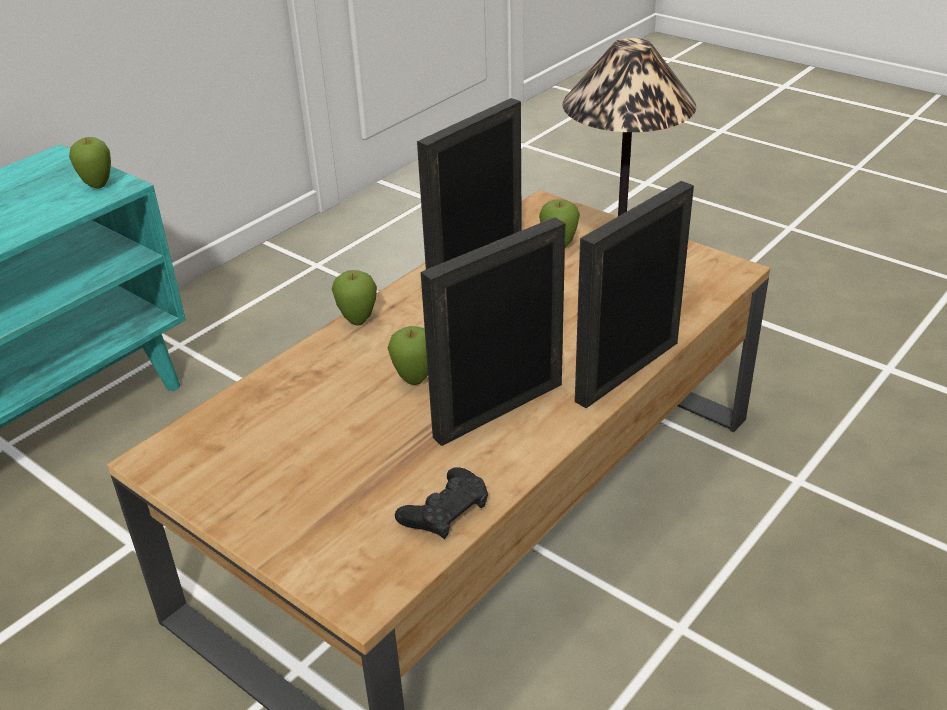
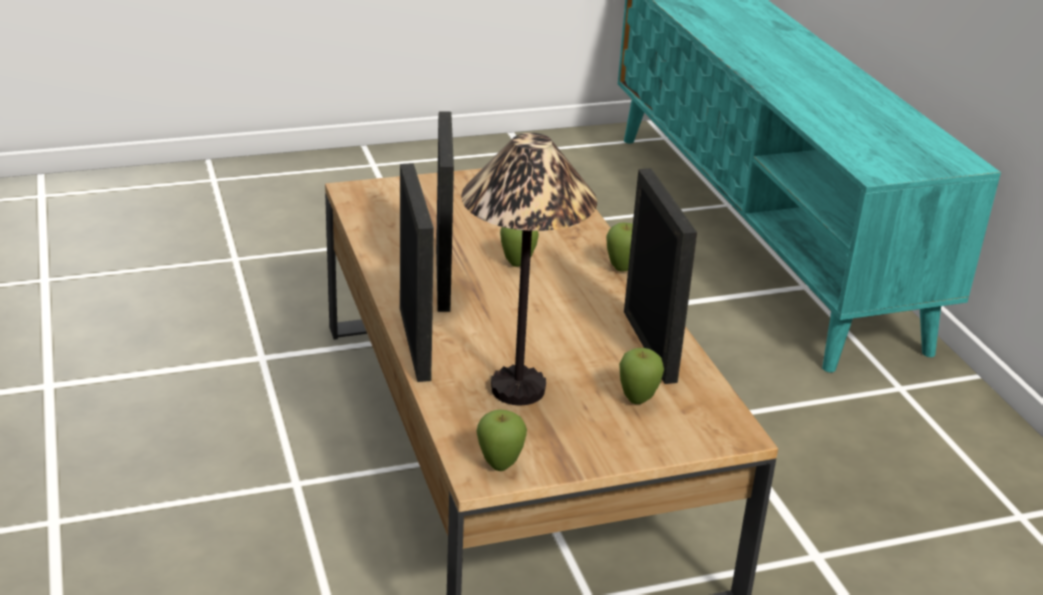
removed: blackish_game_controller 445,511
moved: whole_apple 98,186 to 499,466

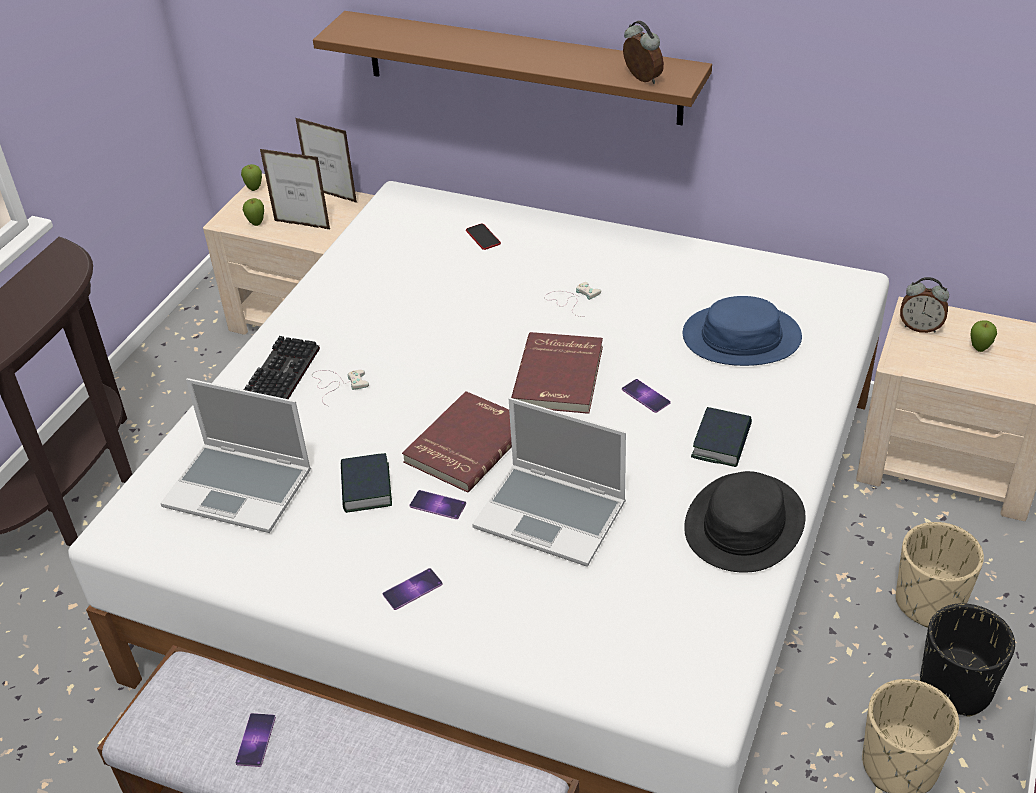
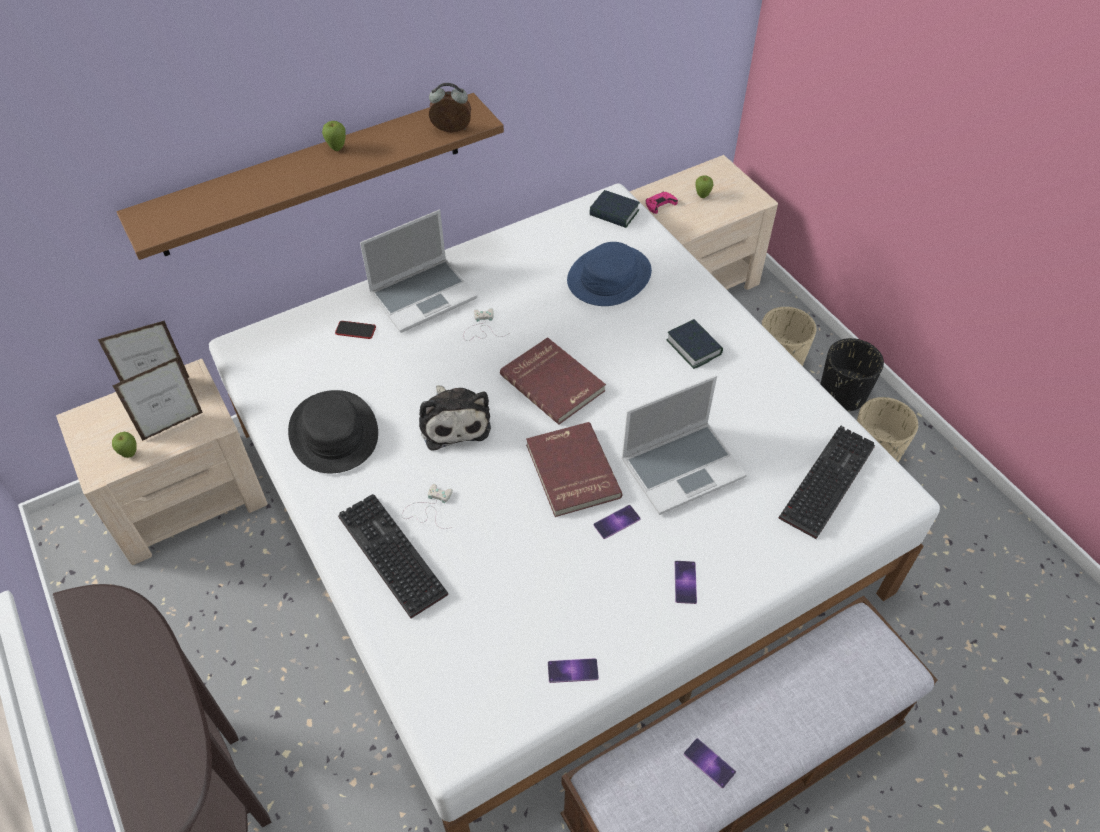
added: soft_toy 454,421; PC_keyboard 825,479
moved: whole_apple 254,189 to 337,148; notebook_computer 241,488 to 423,295; handset 645,396 to 573,670; book 366,488 to 614,213; blackish_wearable_hat 744,524 to 333,433
replaced: table_clock 920,327 to pink_game_controller 660,204

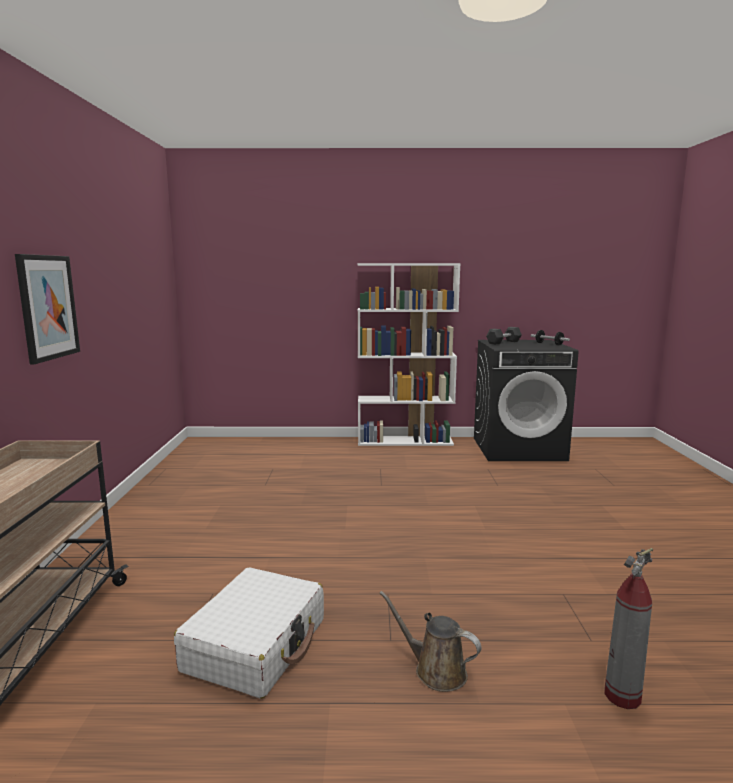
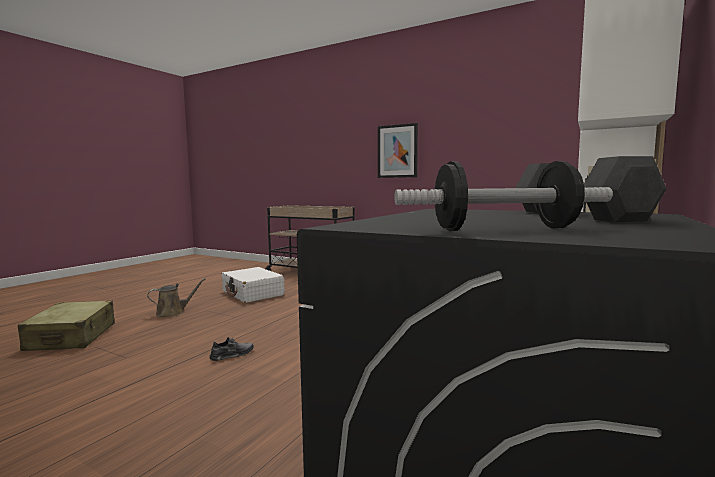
added: grey_shoe 232,355
replaced: fire_extinguisher 622,696 to beige_piece_of_luggage 72,337

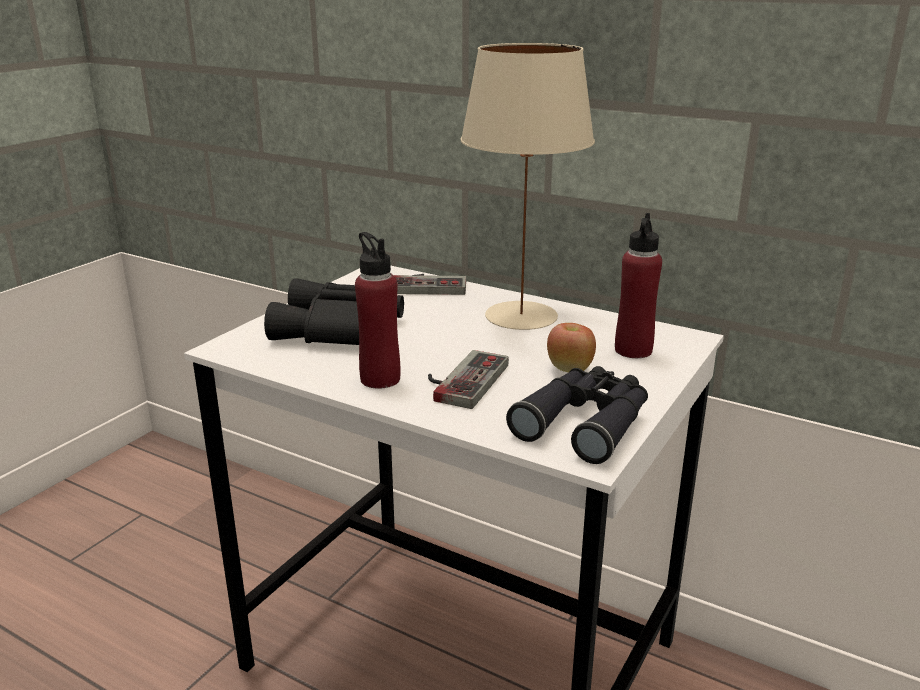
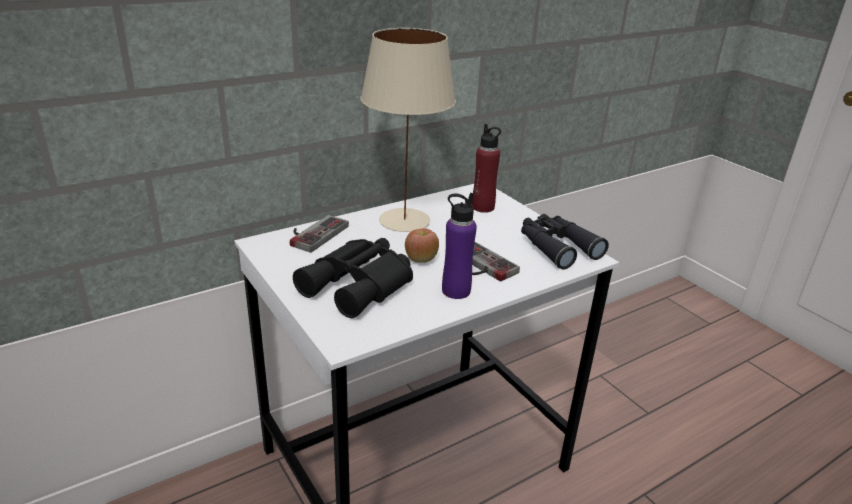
moved: whole_apple 569,369 to 421,260
recoloured: red-coloured_bottle 380,379 to purplish_bottle 456,291

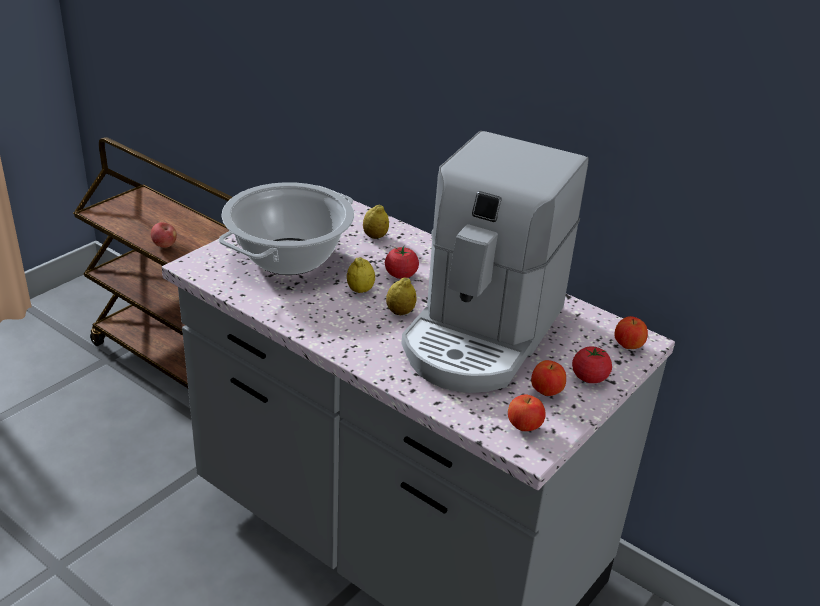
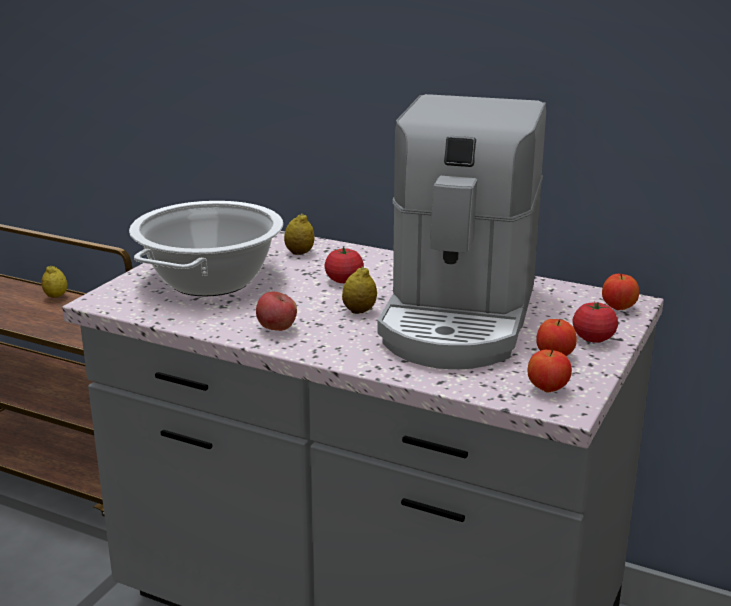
moved: whole_apple 164,245 to 277,329; whole_lemon 360,290 to 56,296

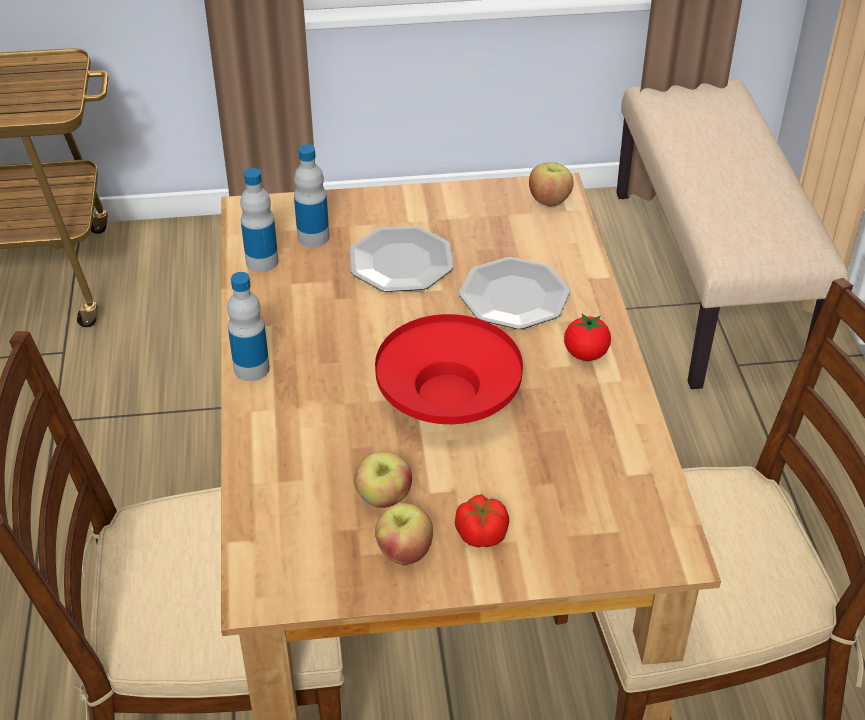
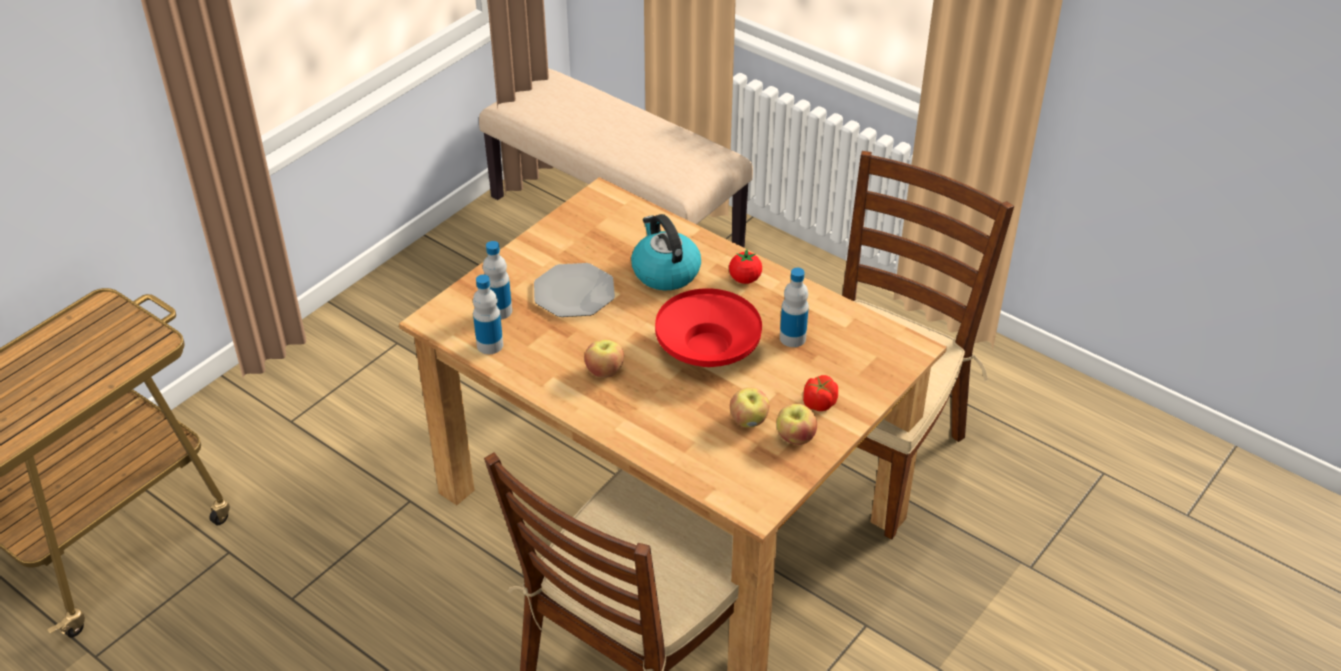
moved: whole_apple 550,200 to 604,371; bottle 251,369 to 792,338
replaced: plate 514,296 to water_kettle 665,272

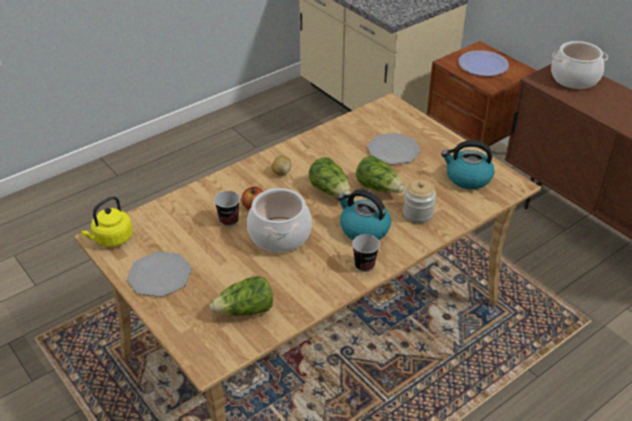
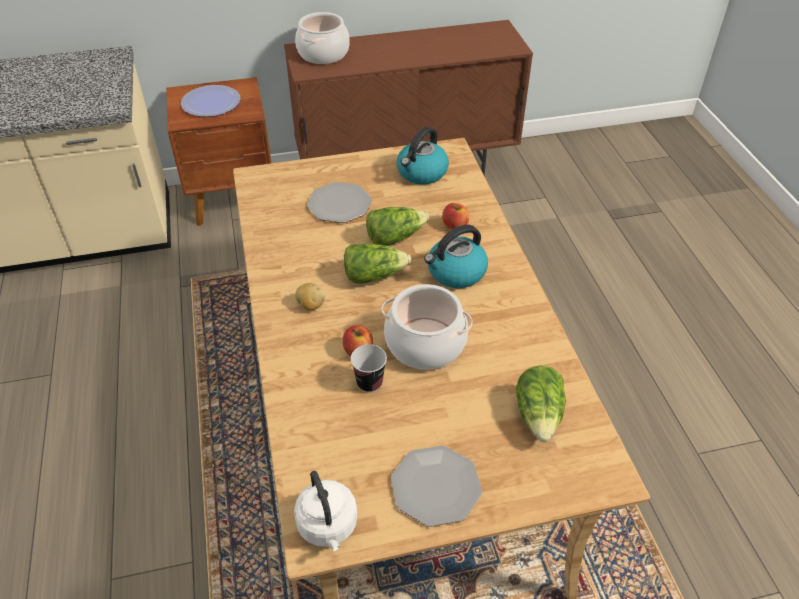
removed: small_cup 364,265
replaced: jar 417,214 to whole_apple 455,225
recoloured: yellowish_water_kettle 111,239 to white-coloured_water_kettle 328,527

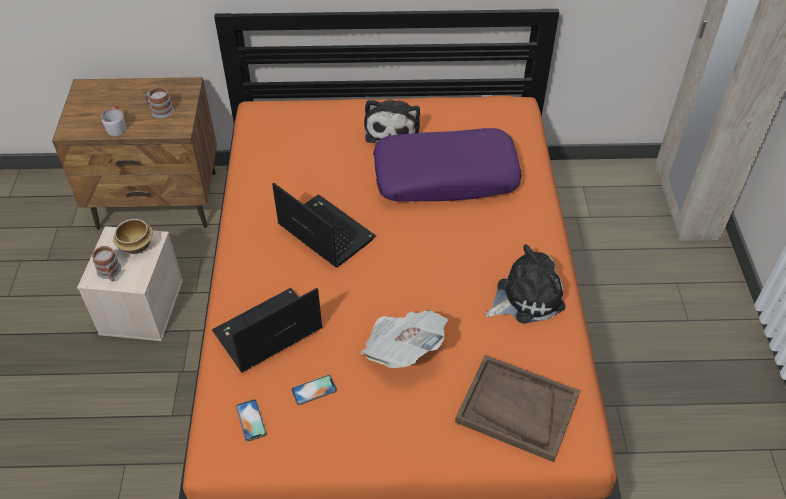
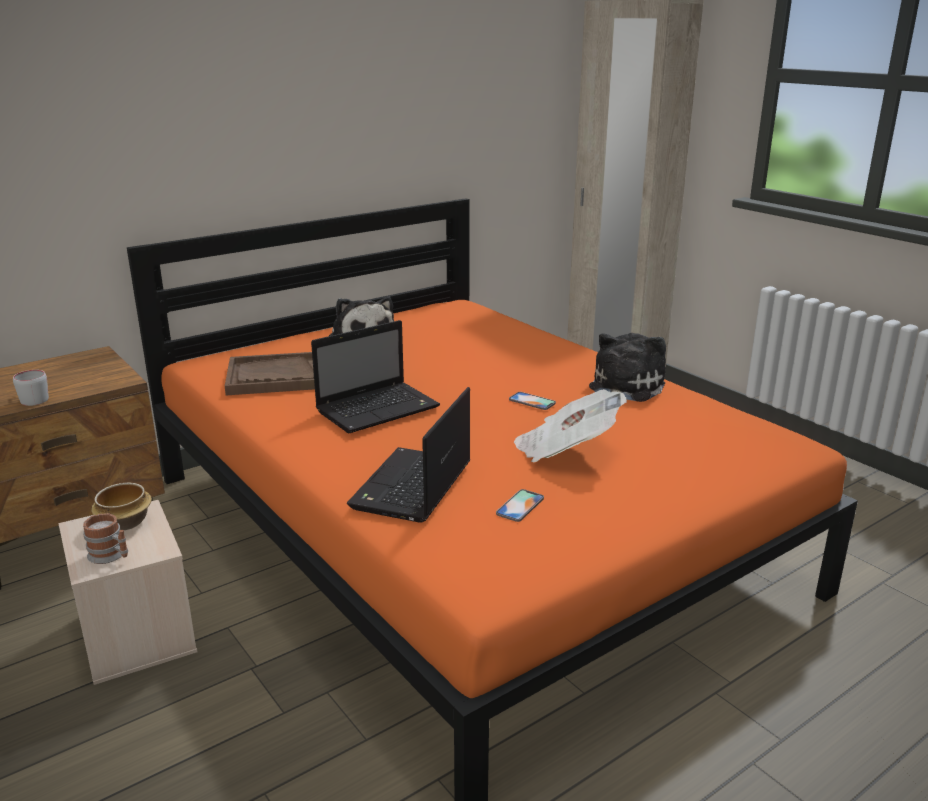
removed: coffee_mug 159,110; purplish_cushion 445,176
moved: brown_carrying_tray 516,409 to 278,376; handset 251,420 to 532,401
turned: notebook_computer 324,232 = 379,408 135 degrees clockwise

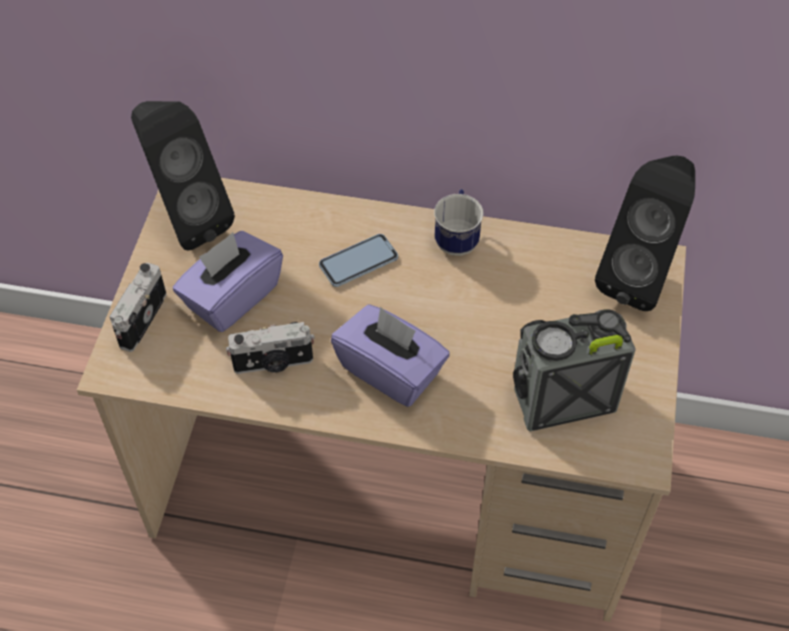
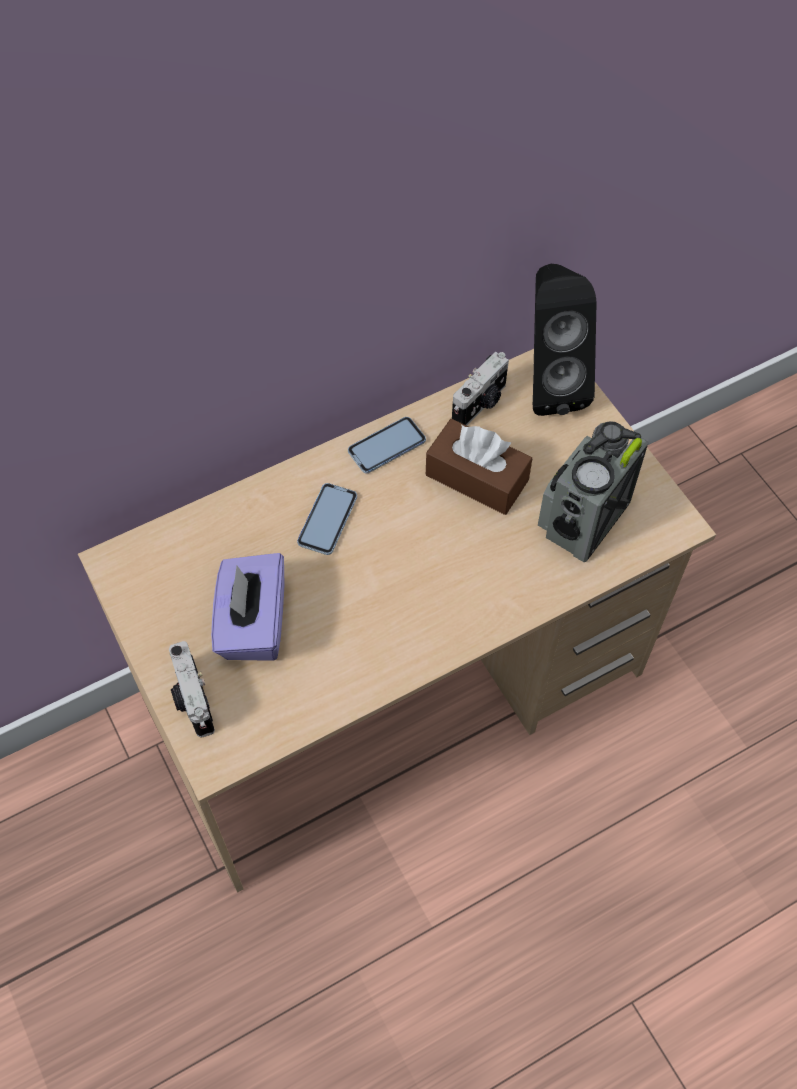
removed: blackish_speaker 186,219; purplish_tissue_holder 391,370
added: brown_tissue_holder 477,477
moved: still_camera 273,363 to 481,404
replaced: coffee_mug 457,238 to handset 386,446

